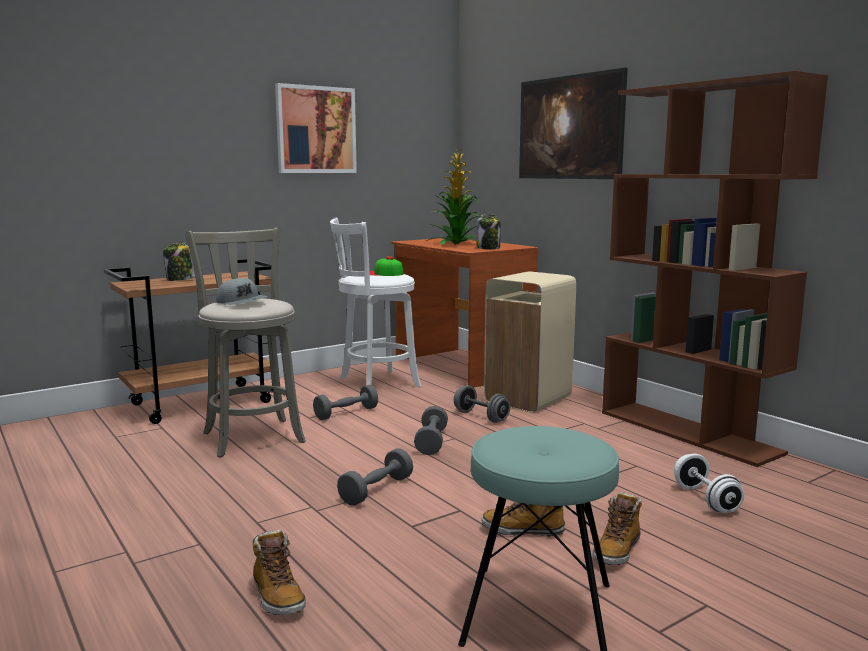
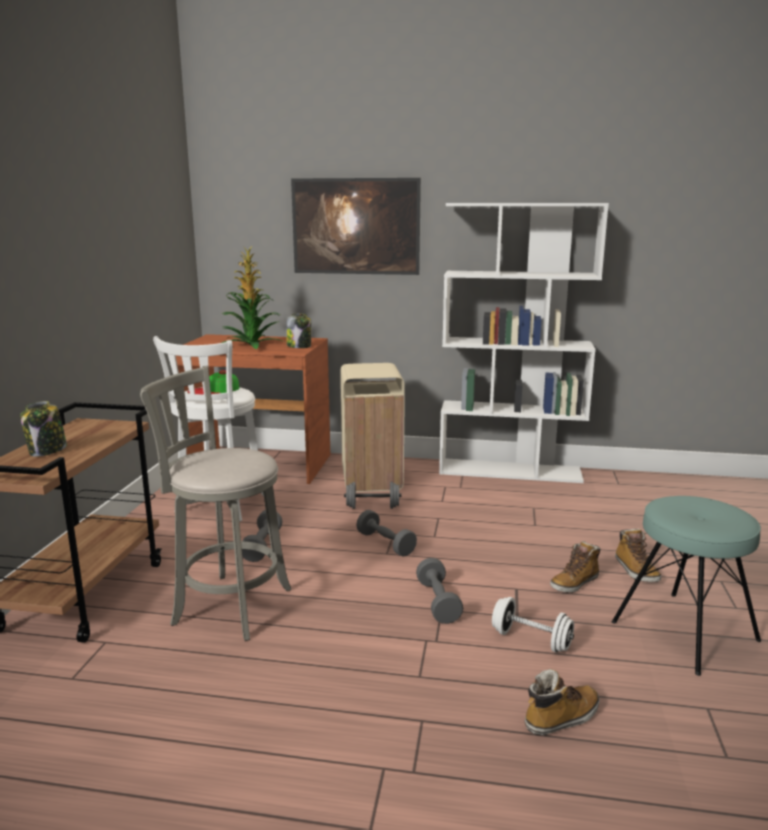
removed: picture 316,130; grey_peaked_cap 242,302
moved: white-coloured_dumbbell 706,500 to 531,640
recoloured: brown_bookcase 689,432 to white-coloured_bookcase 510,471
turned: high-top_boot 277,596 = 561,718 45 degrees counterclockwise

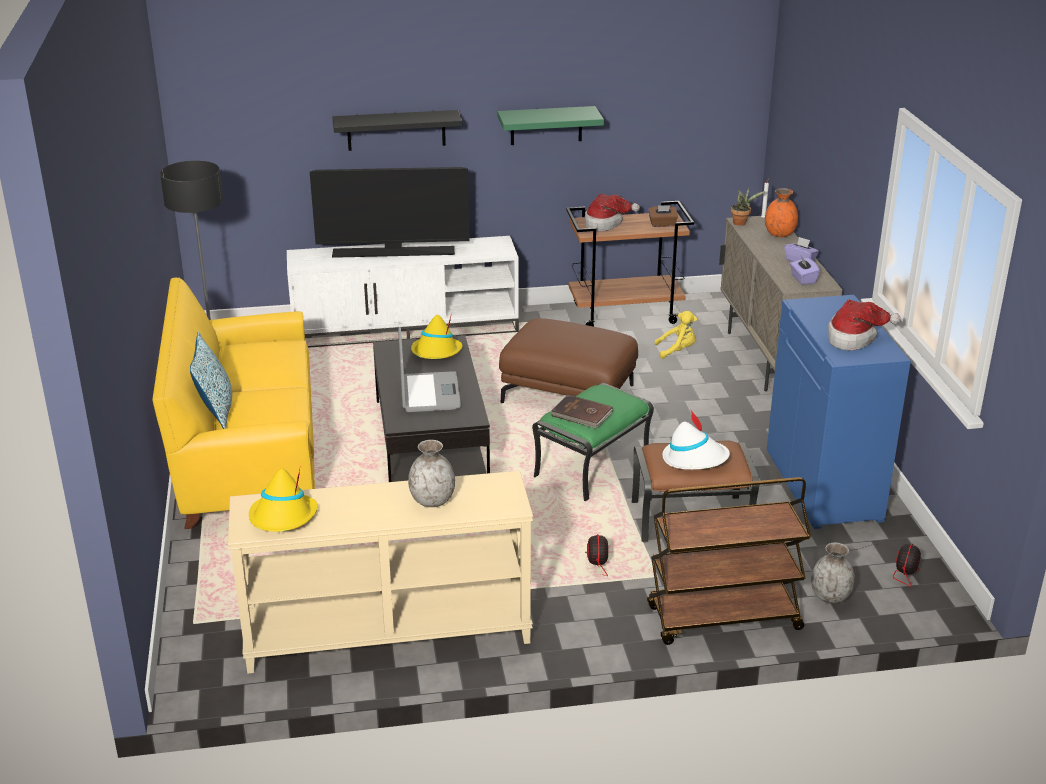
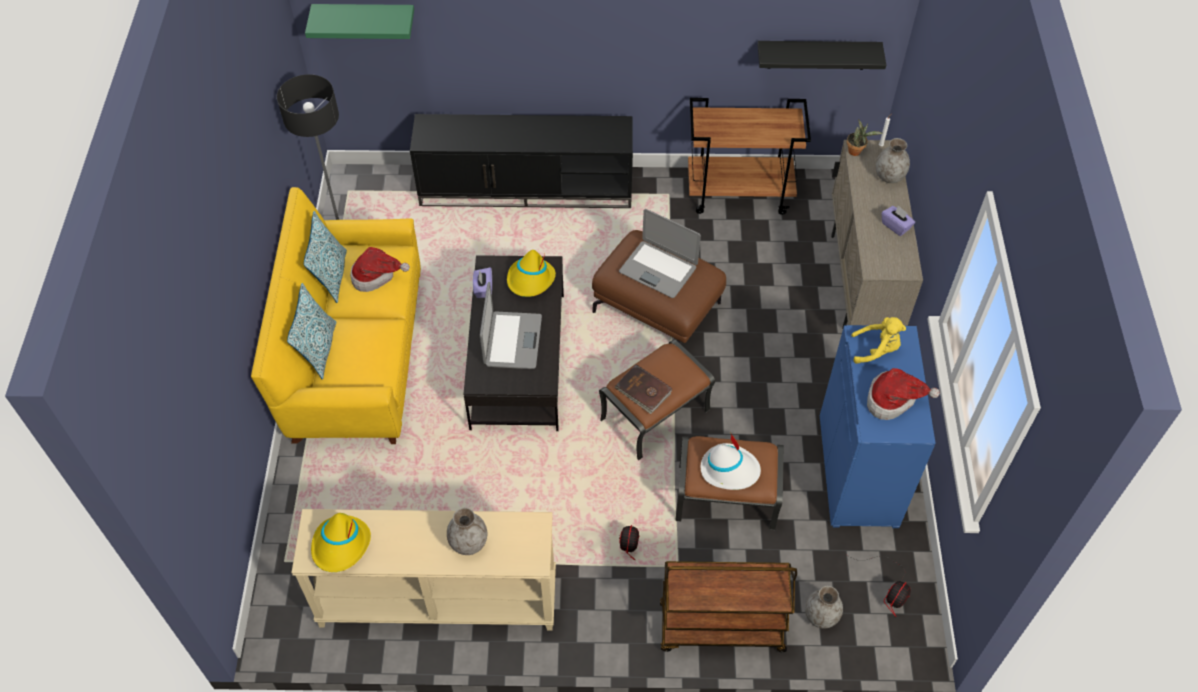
removed: TV_set 394,252; brown_tissue_holder 662,224
added: notebook_computer 658,269; cushion 331,276
moved: greenish_wall_shelf 546,125 to 365,18; blackish_wall_shelf 396,130 to 817,54; wearable_hat 605,223 to 376,276; purplish_tissue_holder 803,279 to 483,288; yellowish_soft_toy 677,351 to 876,350
recoloured: orangey_flower_vase 779,234 to grey_flower_vase 889,176; white-coloured_tv_stand 406,328 to blackish_tv_stand 527,188; greenish_pouffe 592,468 to brown_pouffe 655,416

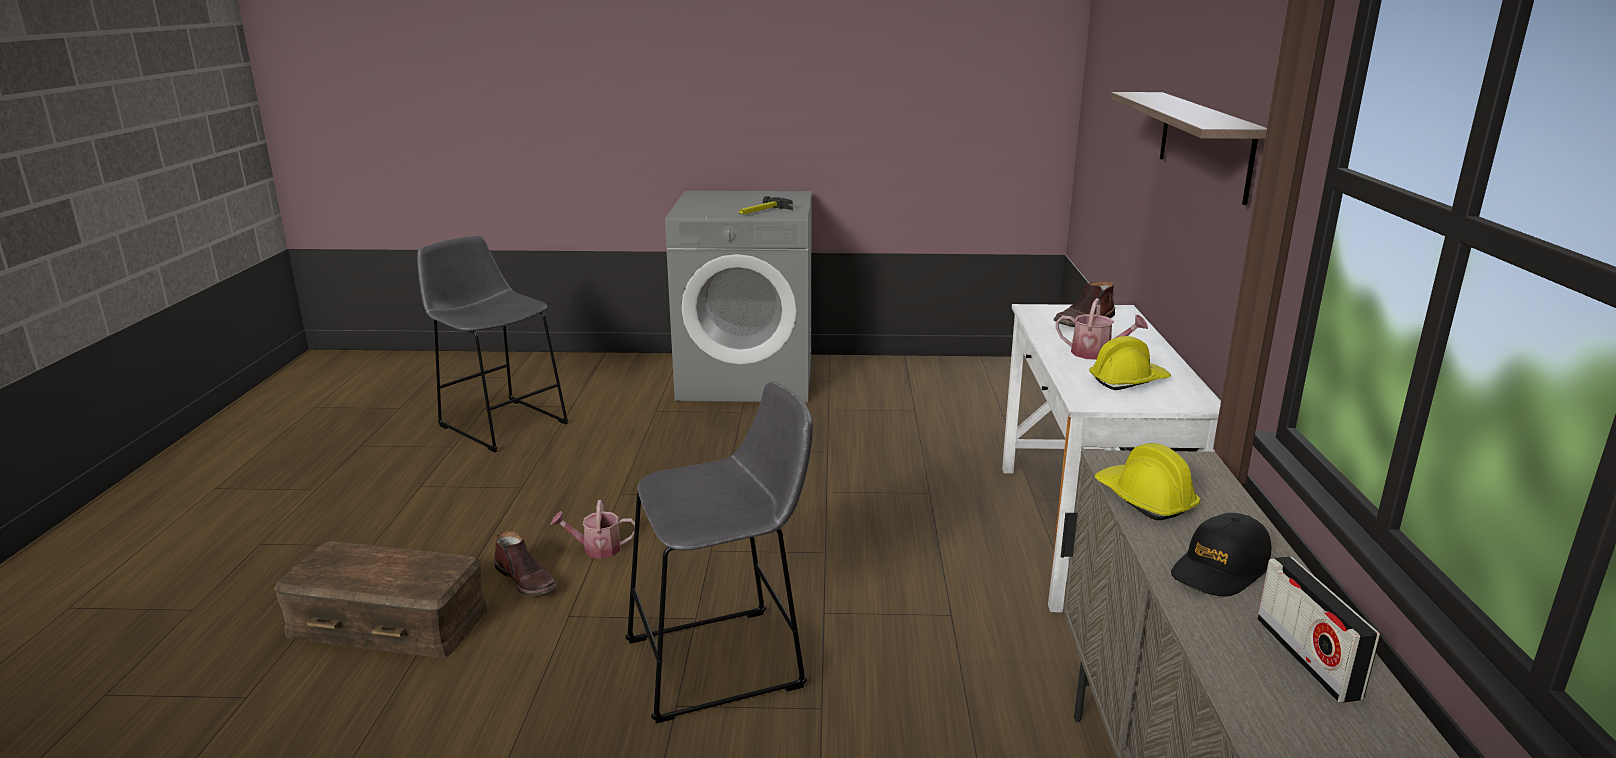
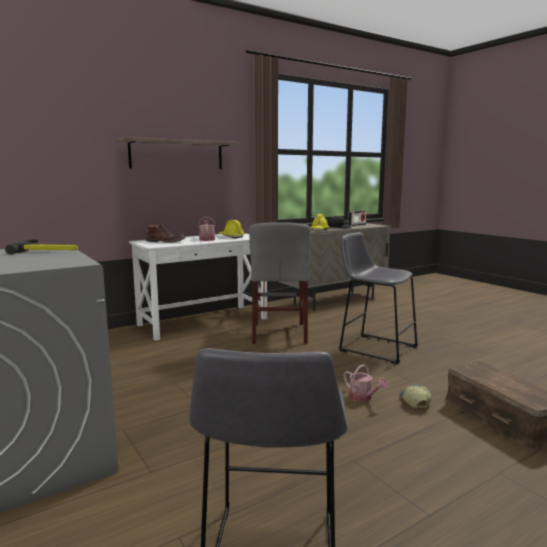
added: grey_plain_chair 279,333
replaced: brown_high-top_boot 527,580 to peaked_cap 414,401

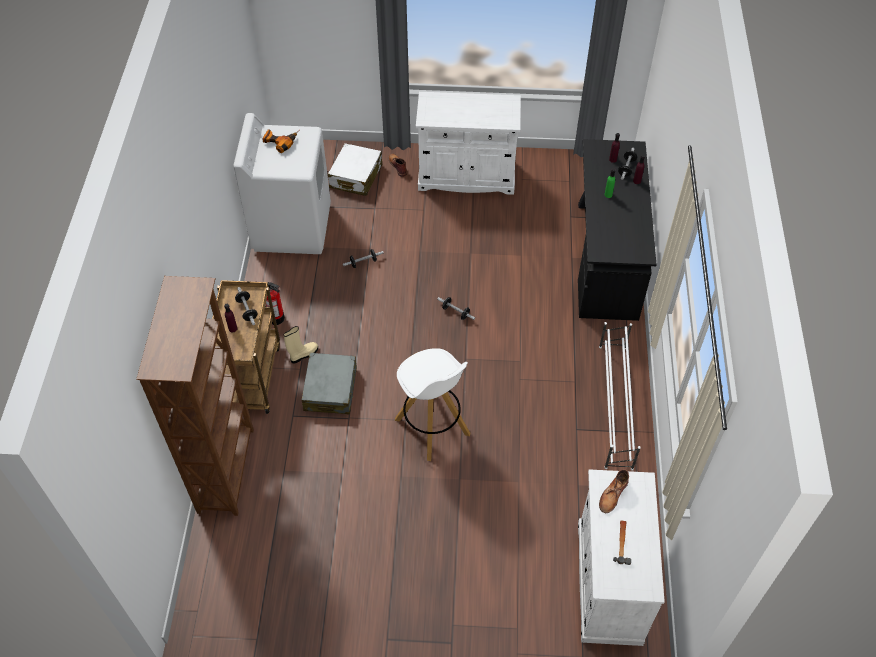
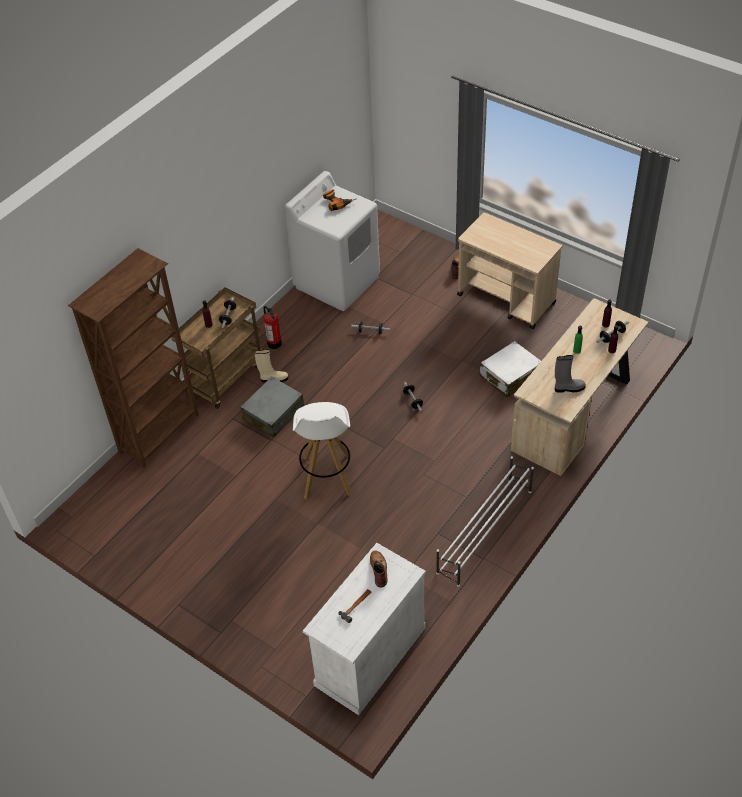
added: grey_high-top_boot 568,388
moved: white-coloured_piece_of_luggage 355,176 to 510,376
replaced: white-coloured_storage_cabinet 466,176 to beige_trolley 506,299
recoloured: blackish_desk_unit 606,256 to beige_desk_unit 575,413
turned: brown_high-top_boot 612,495 = 379,569 105 degrees clockwise

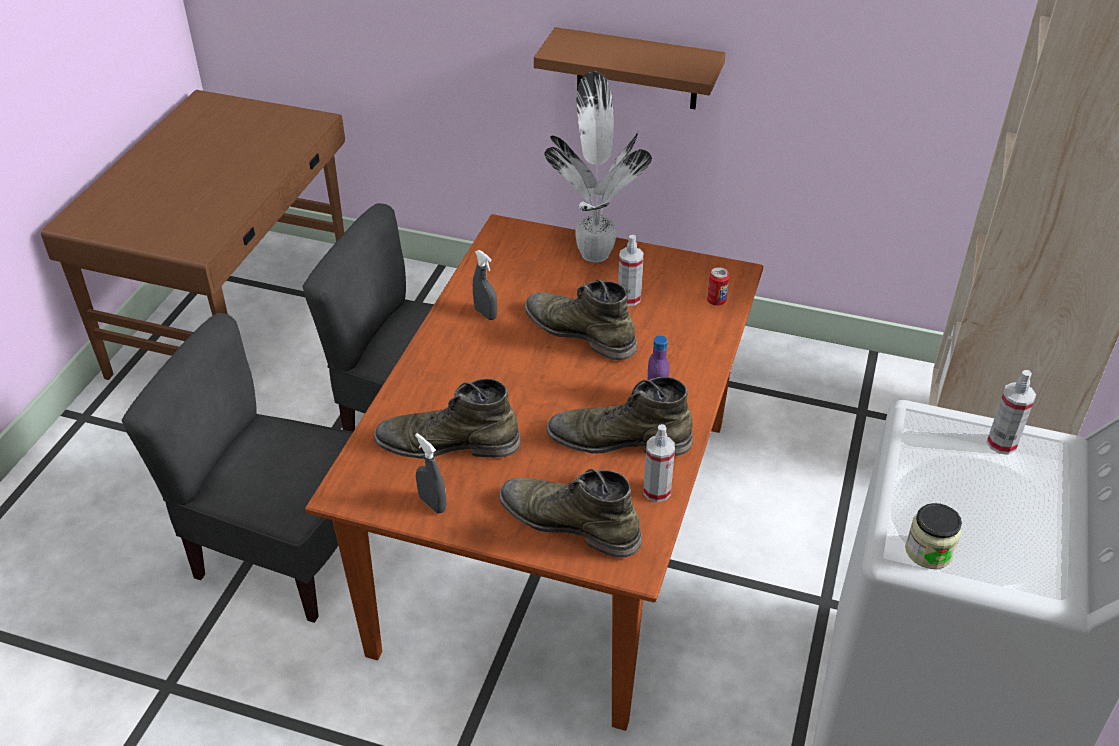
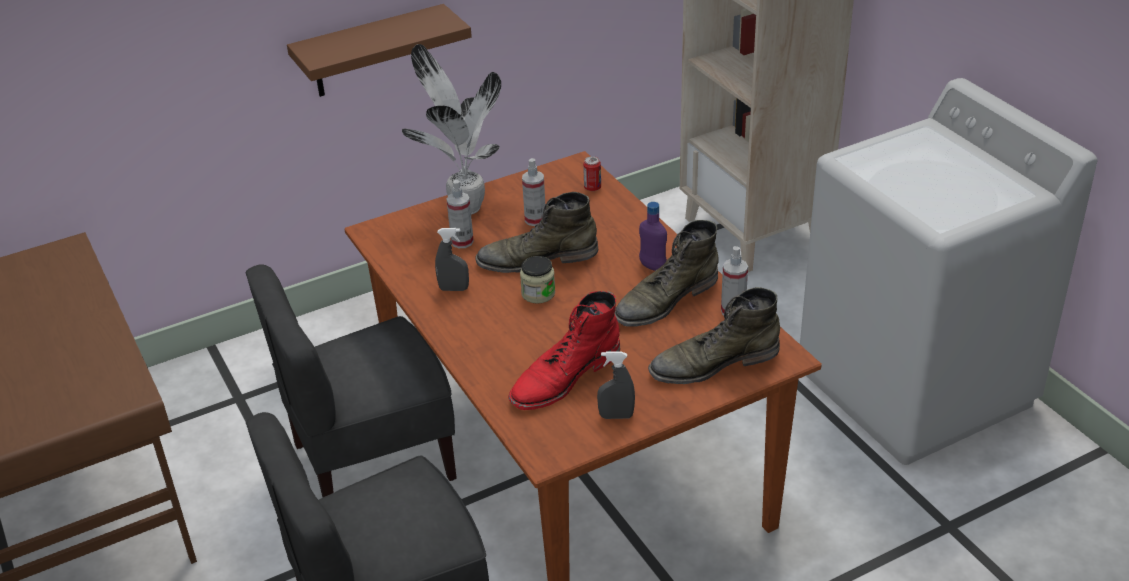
moved: spray_bottle 1001,443 to 462,242; jar 928,551 to 538,293
recoloured: greenish_high-top_boot 447,443 to red-coloured_high-top_boot 564,377

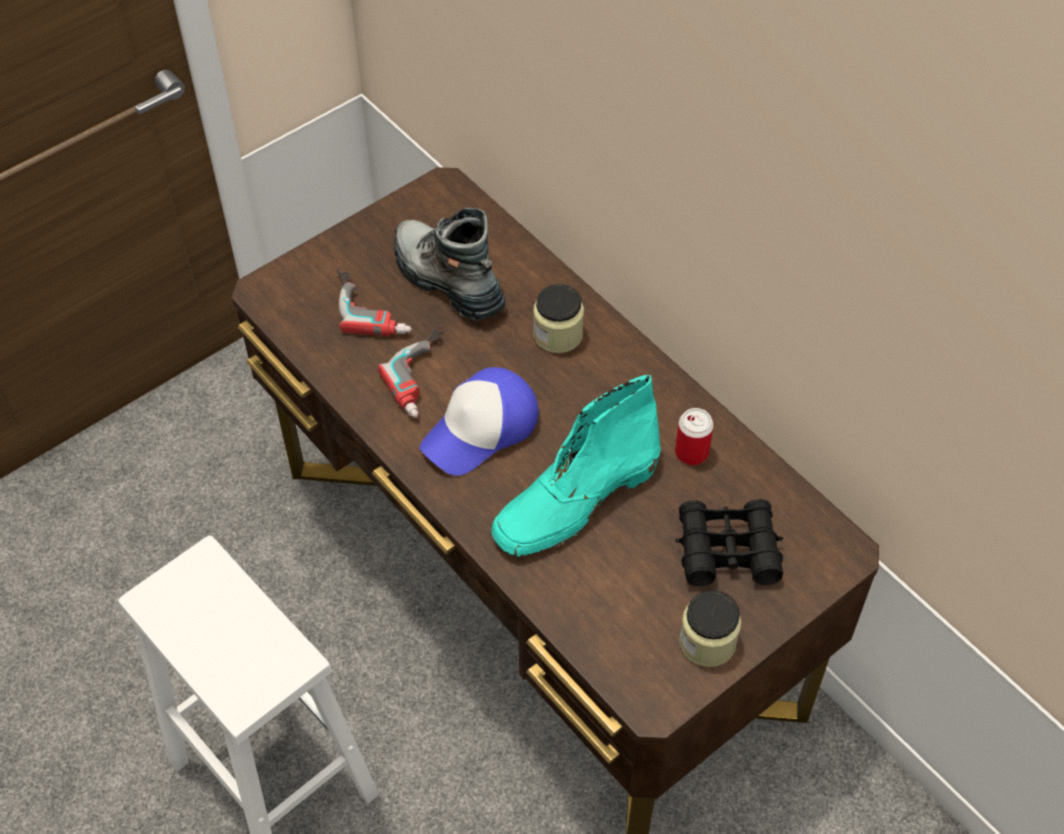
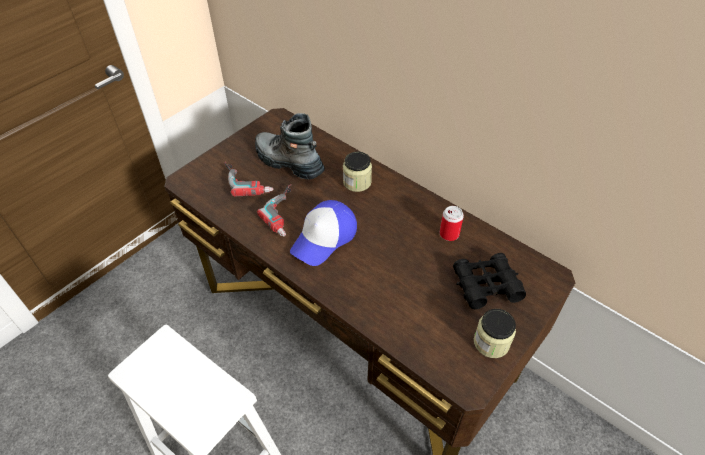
removed: turquoise_high-top_boot 575,501

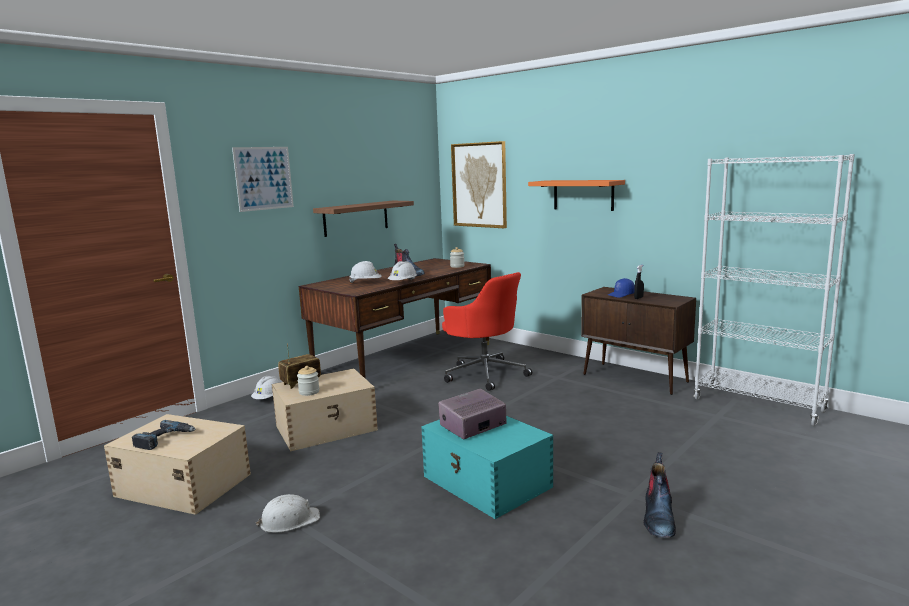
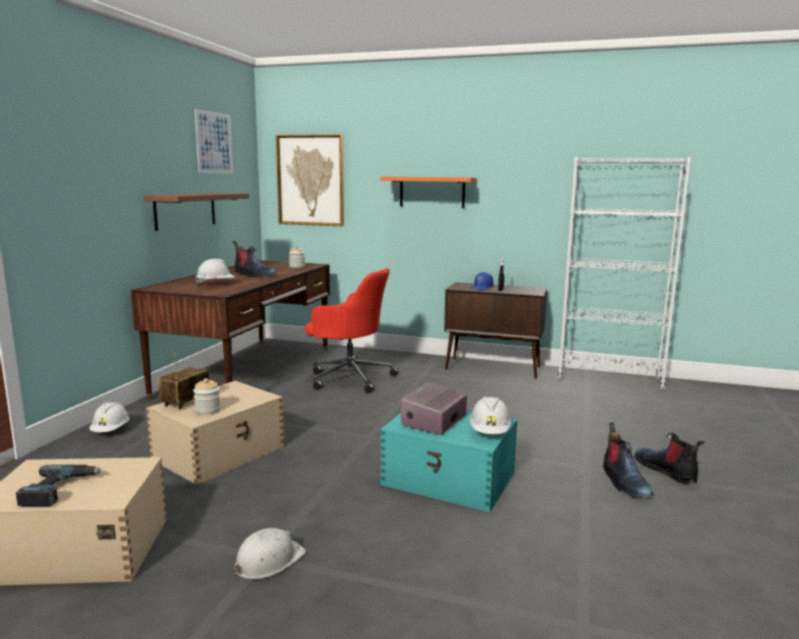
added: high-top_boot 666,471
moved: picture 264,178 to 214,142; white-coloured_safety_helmet 403,283 to 489,432

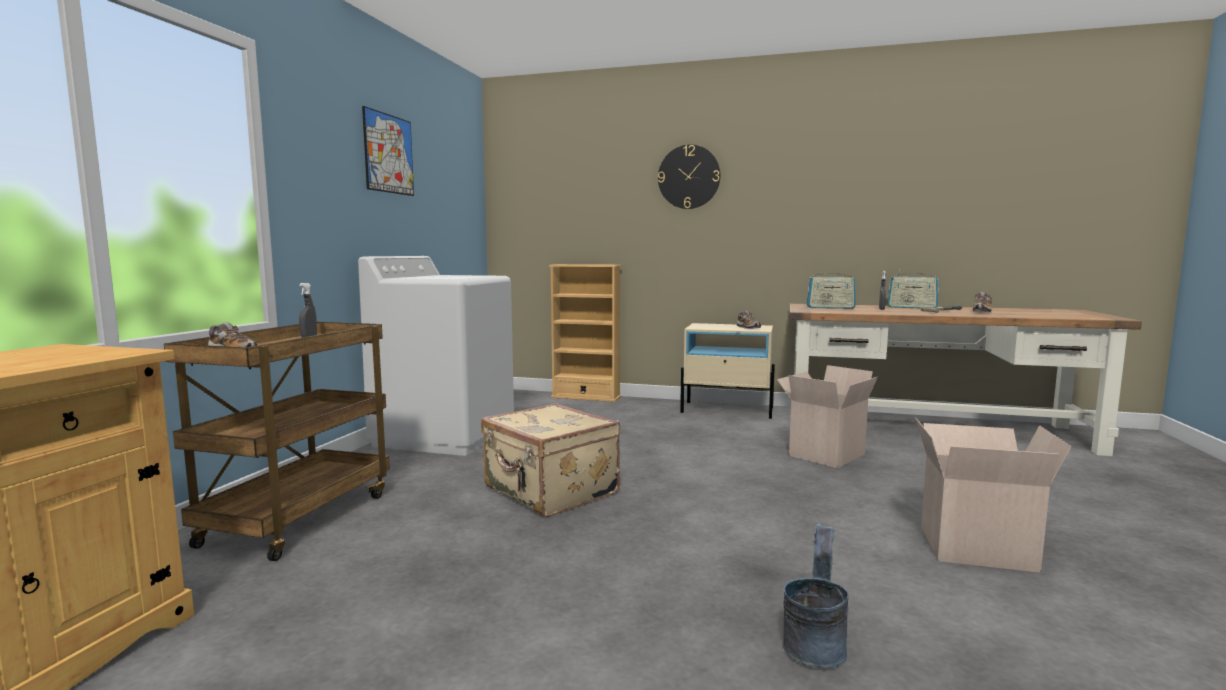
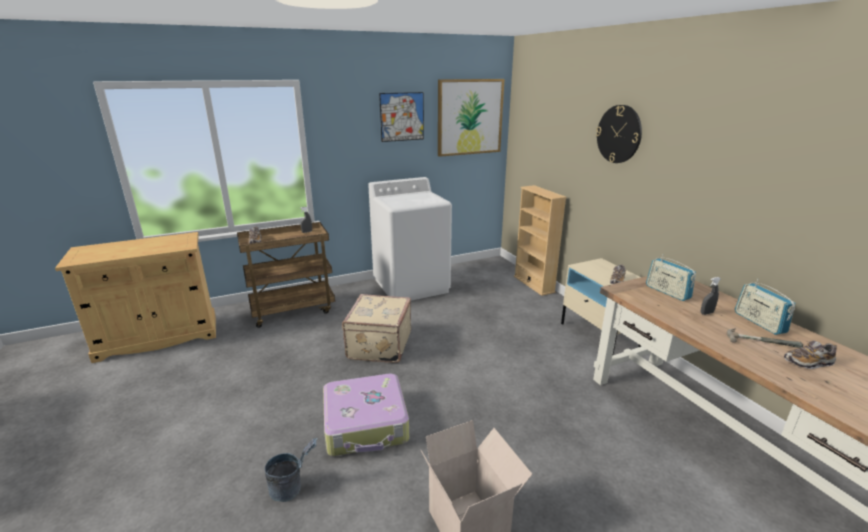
removed: cardboard_box 825,454
added: picture 470,117; piece_of_luggage 366,424

